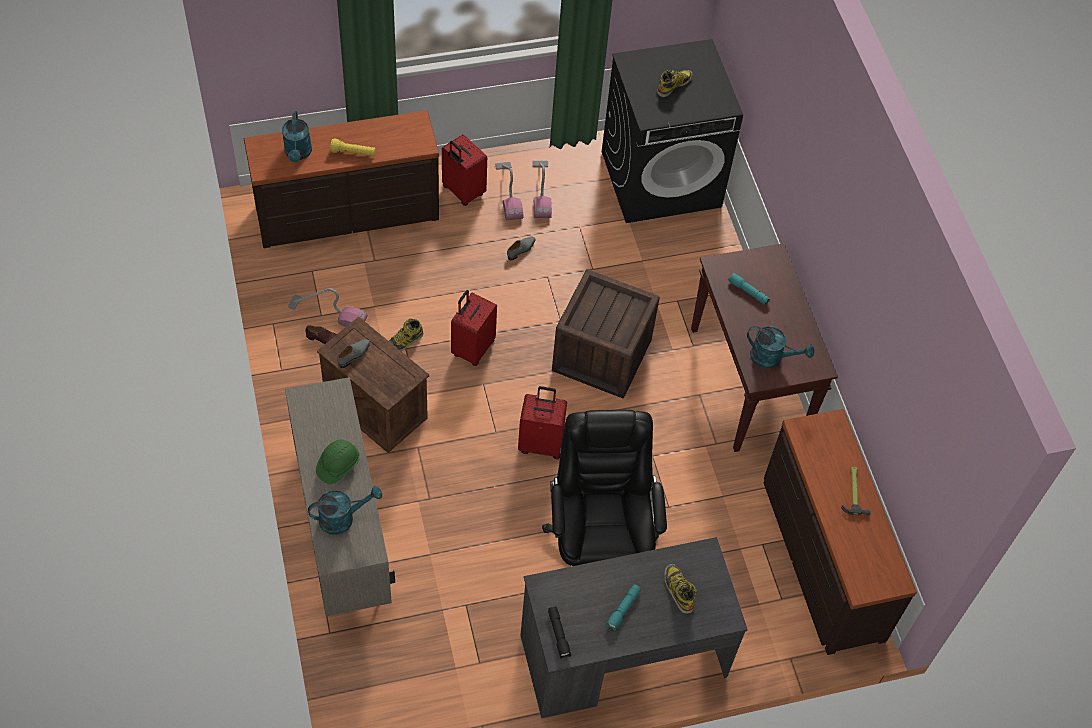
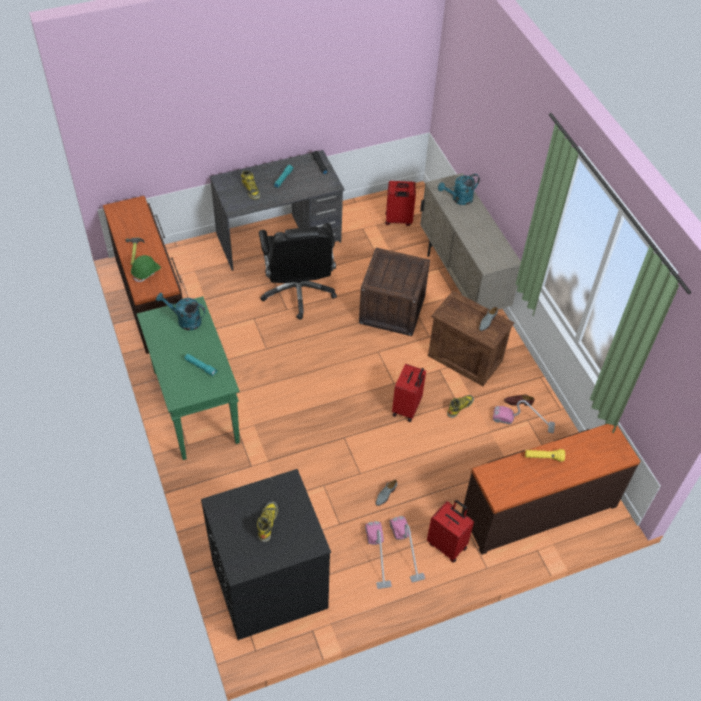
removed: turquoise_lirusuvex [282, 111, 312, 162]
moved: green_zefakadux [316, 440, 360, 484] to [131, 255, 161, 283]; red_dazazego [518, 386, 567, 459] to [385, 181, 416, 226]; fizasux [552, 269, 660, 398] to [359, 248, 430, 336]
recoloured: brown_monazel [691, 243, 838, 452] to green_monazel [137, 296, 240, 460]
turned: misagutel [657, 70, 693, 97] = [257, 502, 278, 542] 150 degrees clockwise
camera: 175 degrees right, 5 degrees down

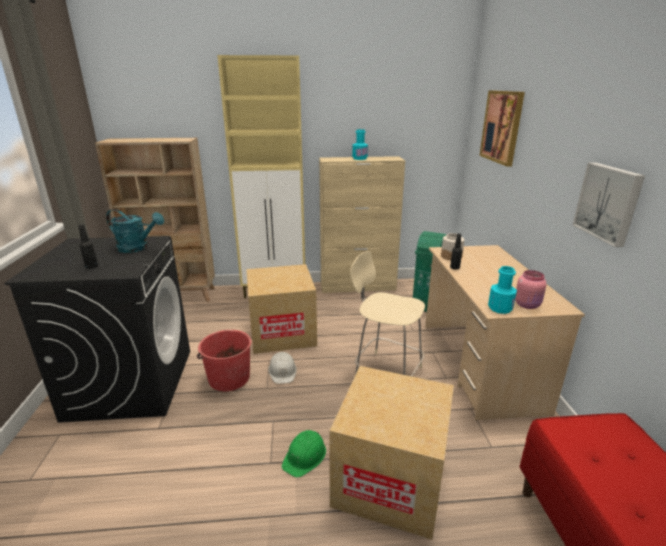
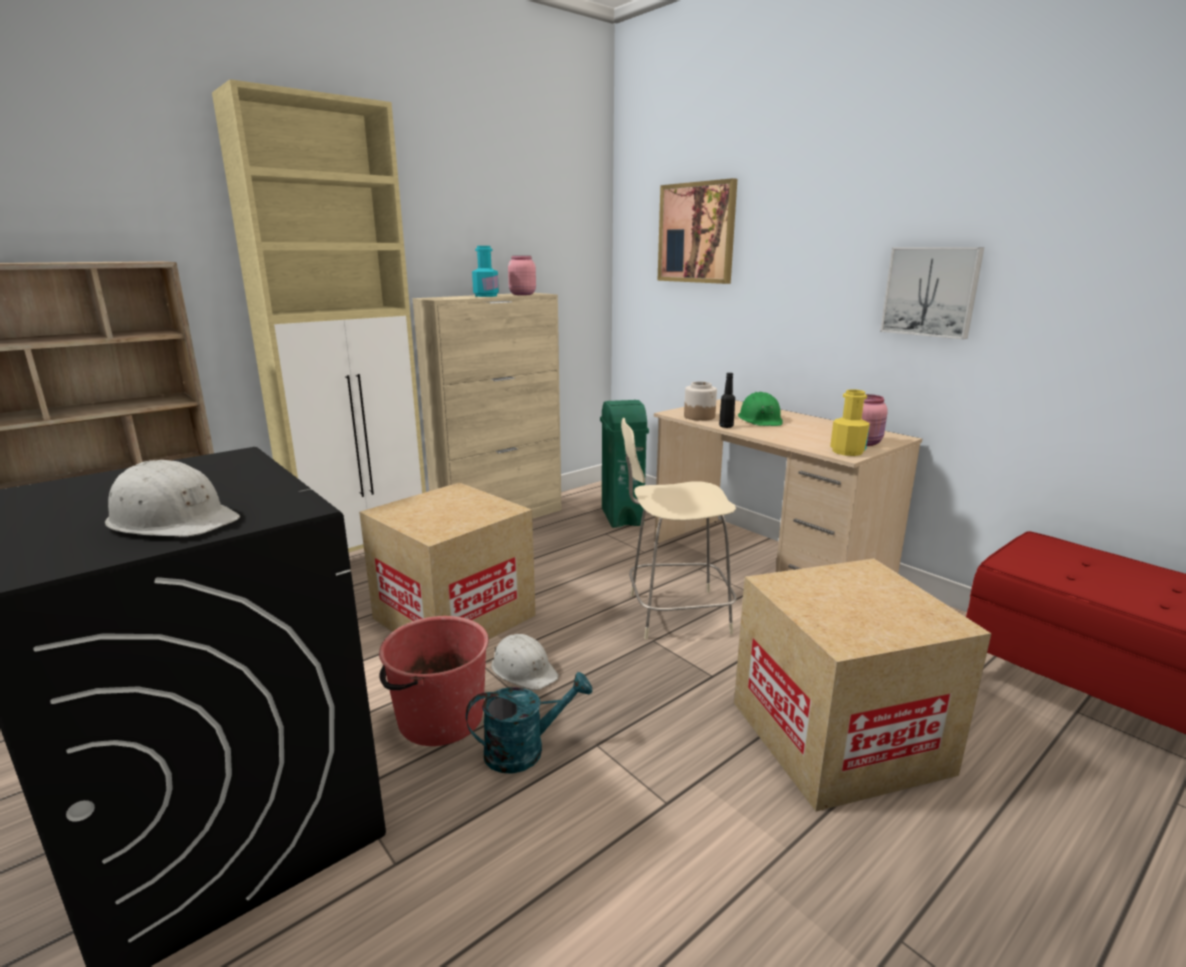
added: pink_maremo [508, 256, 536, 295]
moved: turquoise_lirusuvex [106, 209, 164, 253] to [466, 672, 592, 774]; green_zefakadux [282, 430, 326, 478] to [738, 392, 783, 426]
replaced: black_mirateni [78, 224, 98, 269] to white_zefakadux [105, 460, 240, 537]
recoloured: turquoise_mirateni [488, 266, 517, 314] to yellow_mirateni [830, 389, 870, 456]
camera: 35 degrees left, 5 degrees down

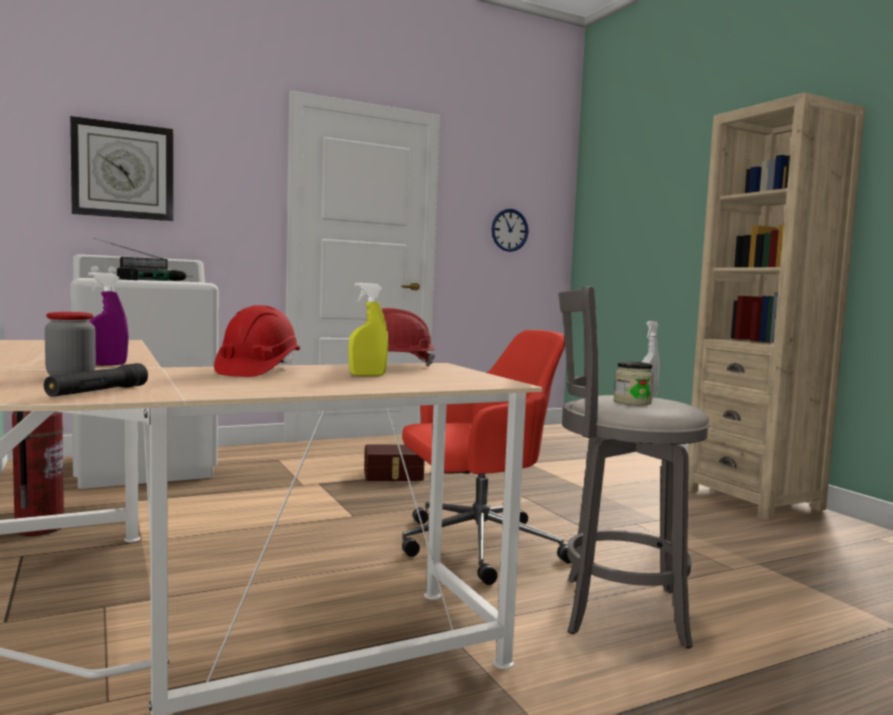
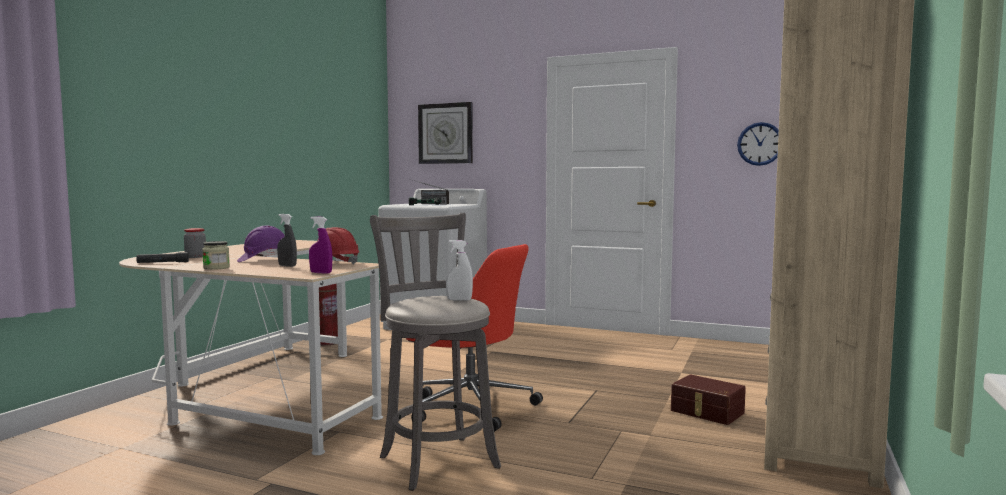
moved: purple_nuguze [88, 272, 129, 365] to [309, 216, 333, 274]; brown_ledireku [364, 445, 425, 481] to [671, 374, 746, 425]; maremo [614, 362, 654, 405] to [202, 241, 230, 270]
recoloured: red_zefakadux [214, 305, 300, 377] to purple_zefakadux [237, 226, 285, 262]; yellow_nuguze [348, 283, 388, 376] to grey_nuguze [277, 214, 297, 267]
camera: 50 degrees right, 0 degrees up

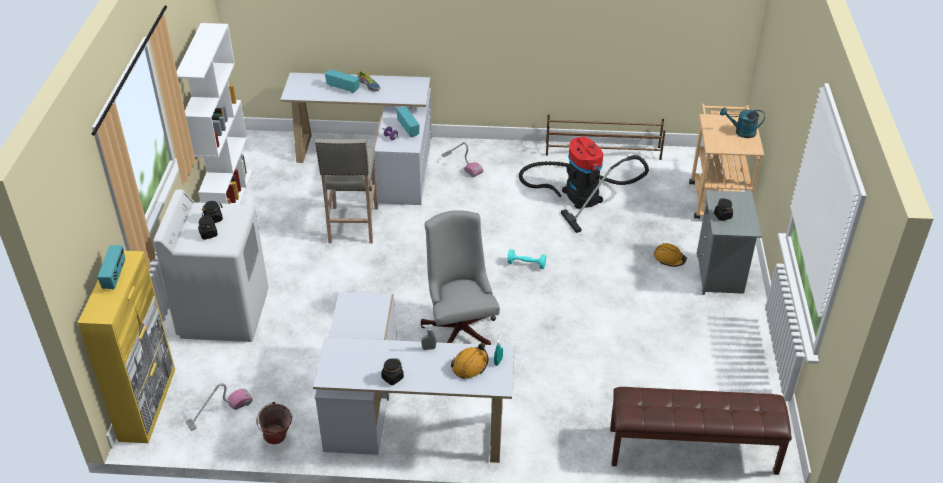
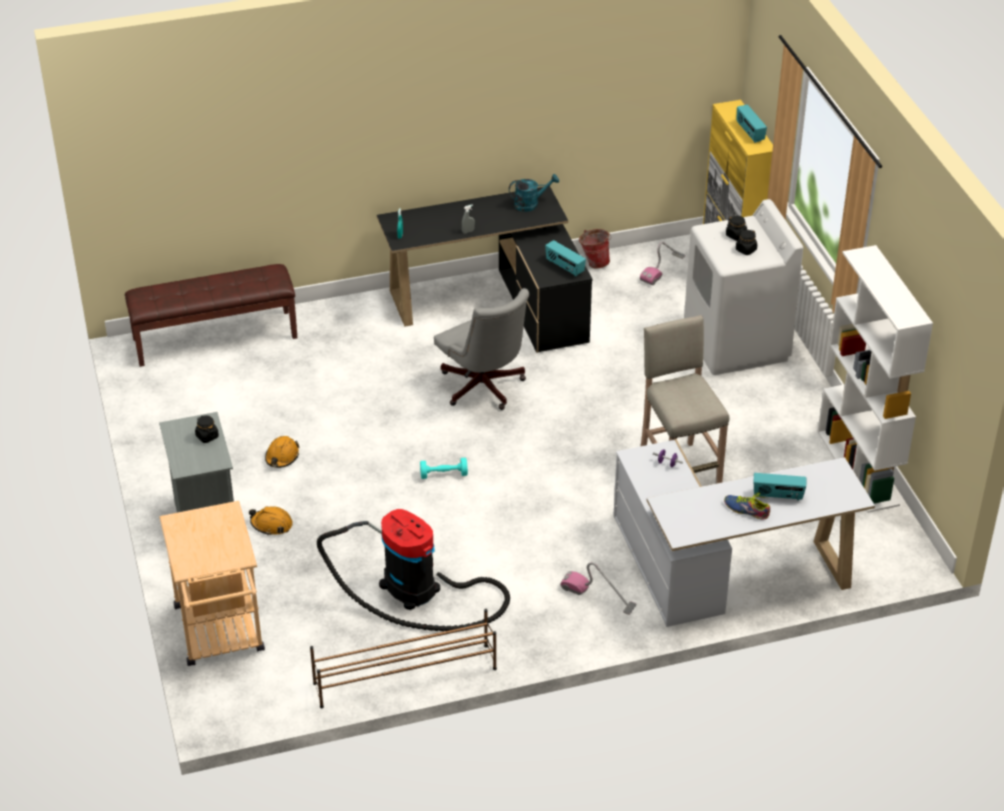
removed: black_maremo [381, 358, 404, 385]
moved: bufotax [396, 106, 419, 137] to [545, 240, 586, 277]; orange_zefakadux [451, 343, 489, 379] to [265, 436, 300, 468]; turquoise_lirusuvex [720, 108, 765, 138] to [509, 174, 559, 212]
recoloured: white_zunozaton [313, 292, 514, 463] to black_zunozaton [377, 186, 593, 353]
camera: 160 degrees right, 0 degrees up

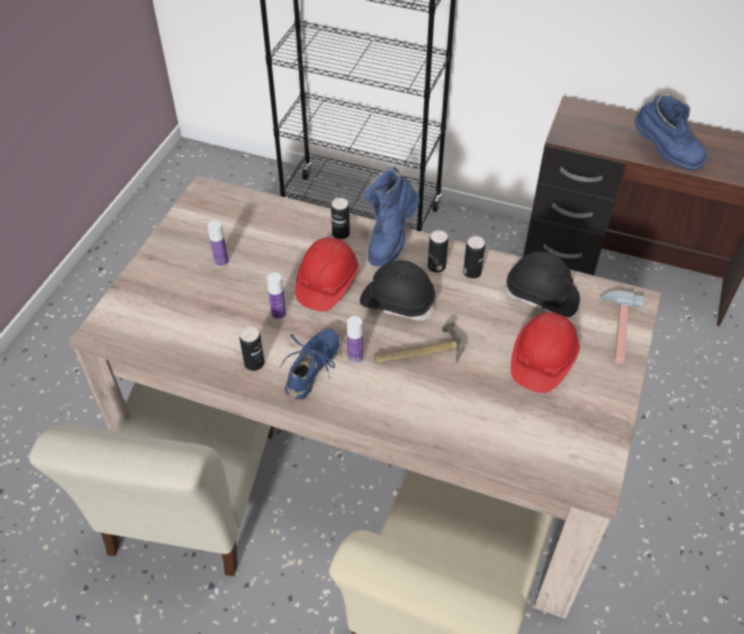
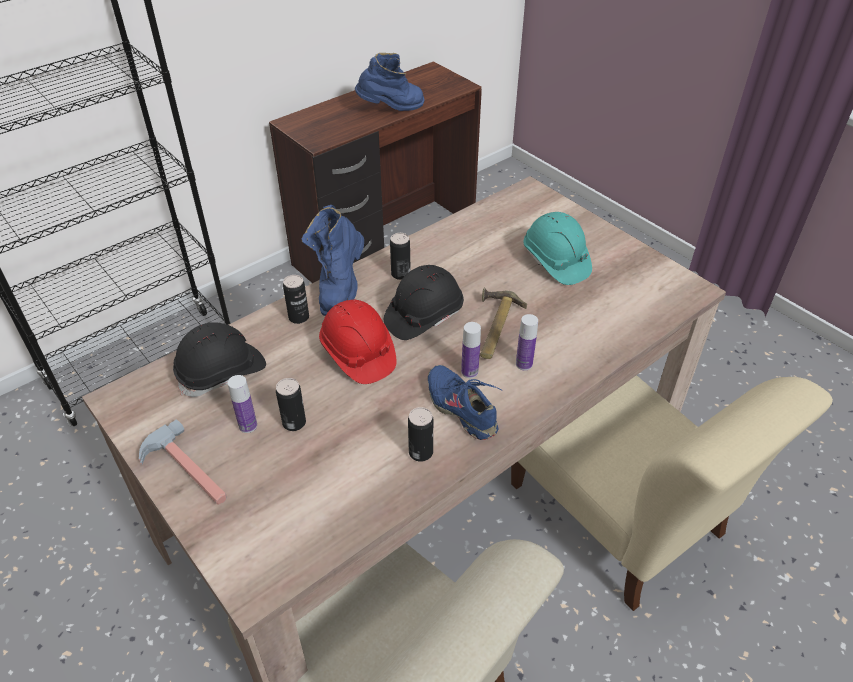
moved: mirateni [267, 272, 286, 320] to [516, 314, 538, 370]; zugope [463, 236, 485, 279] to [276, 378, 306, 431]; black_zefakadux [504, 252, 580, 317] to [173, 322, 266, 397]; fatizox [599, 290, 644, 364] to [139, 419, 227, 505]
recoloured: red_zefakadux [511, 312, 580, 393] to turquoise_zefakadux [524, 212, 592, 285]
turned: blue_misagutel [362, 167, 420, 267] = [302, 205, 364, 316] 45 degrees clockwise
camera: 60 degrees left, 5 degrees down

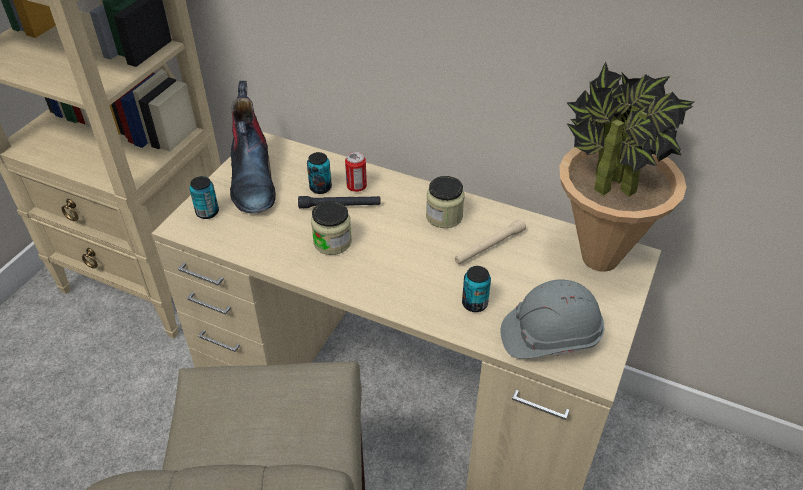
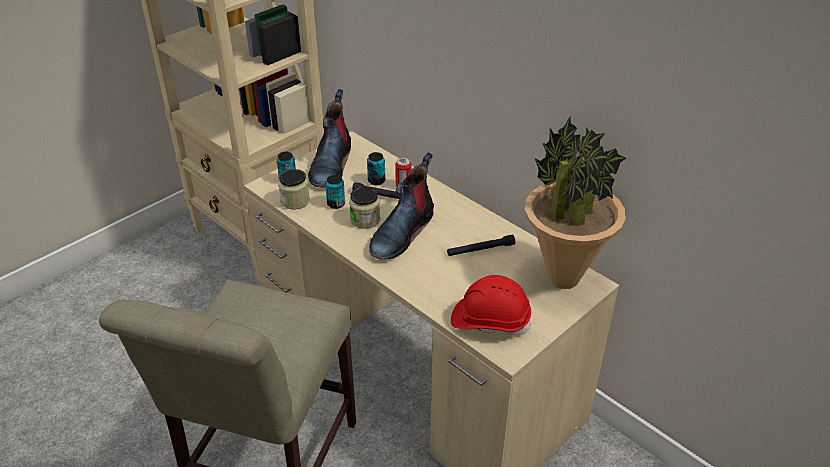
added: misagutel [369, 152, 434, 260]
moved: maremo [426, 176, 465, 228] to [278, 169, 310, 210]; zugope [462, 266, 491, 312] to [325, 175, 345, 209]
recoloured: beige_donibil [455, 219, 526, 264] to black_donibil [447, 235, 515, 256]; grey_zefakadux [501, 279, 604, 359] to red_zefakadux [451, 275, 531, 336]
camera: 20 degrees right, 5 degrees down

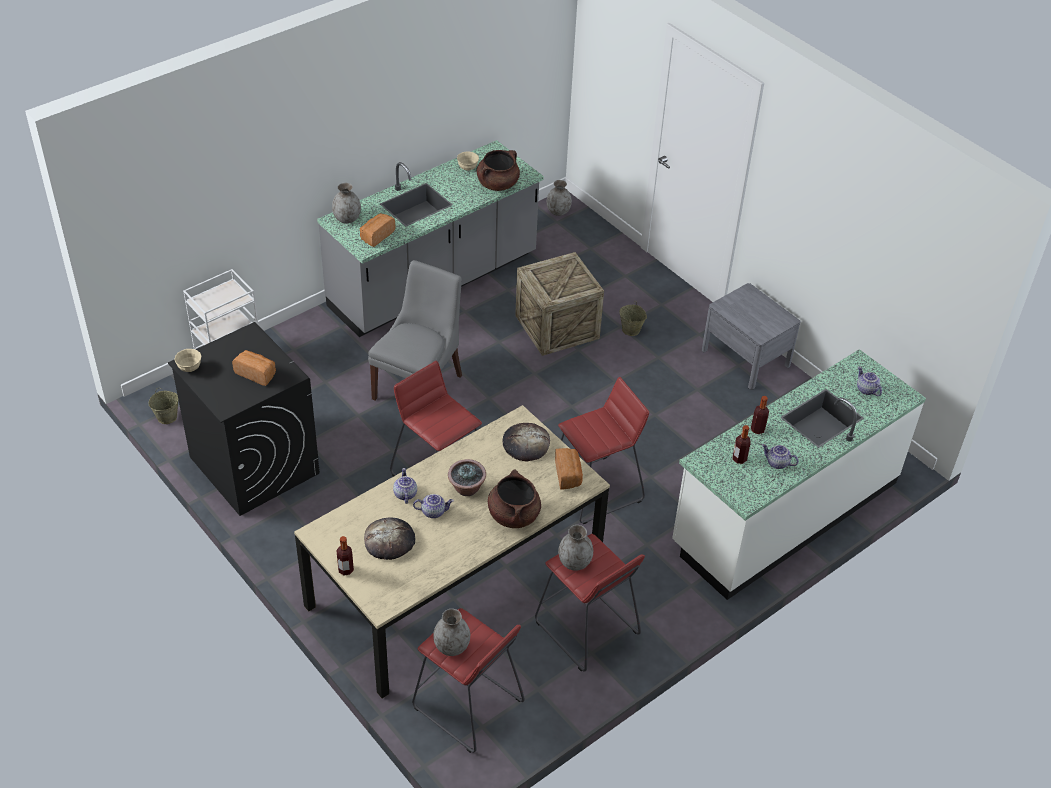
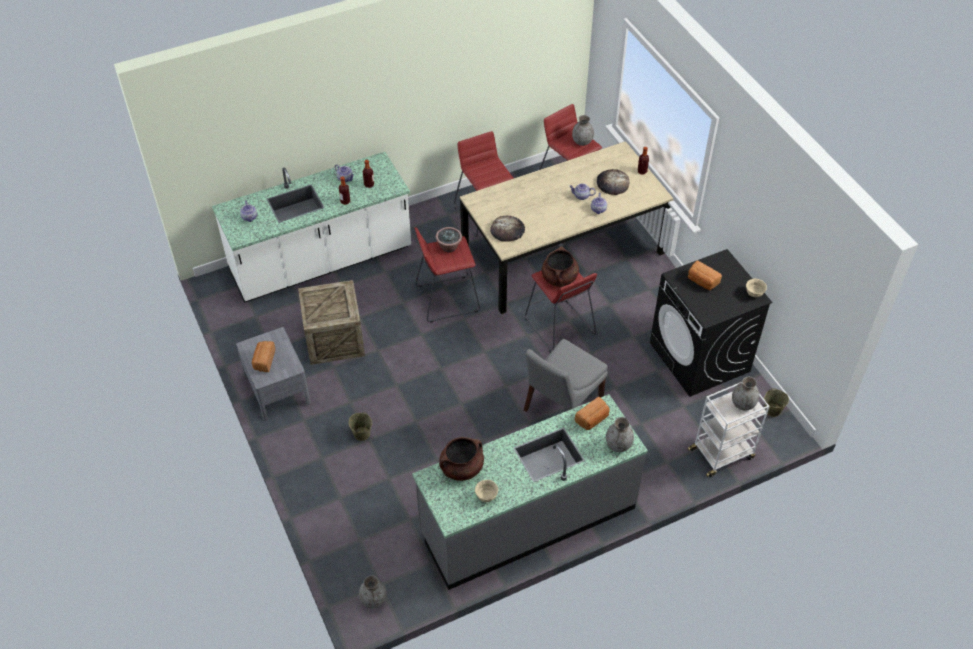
moved: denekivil [448, 459, 486, 496] to [436, 227, 462, 253]; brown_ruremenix [488, 469, 541, 528] to [542, 246, 579, 287]; fizasux [515, 252, 604, 356] to [298, 280, 365, 365]; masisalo [555, 448, 583, 490] to [252, 341, 275, 372]; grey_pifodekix [558, 525, 593, 571] to [732, 377, 759, 411]
camera: 165 degrees left, 5 degrees up

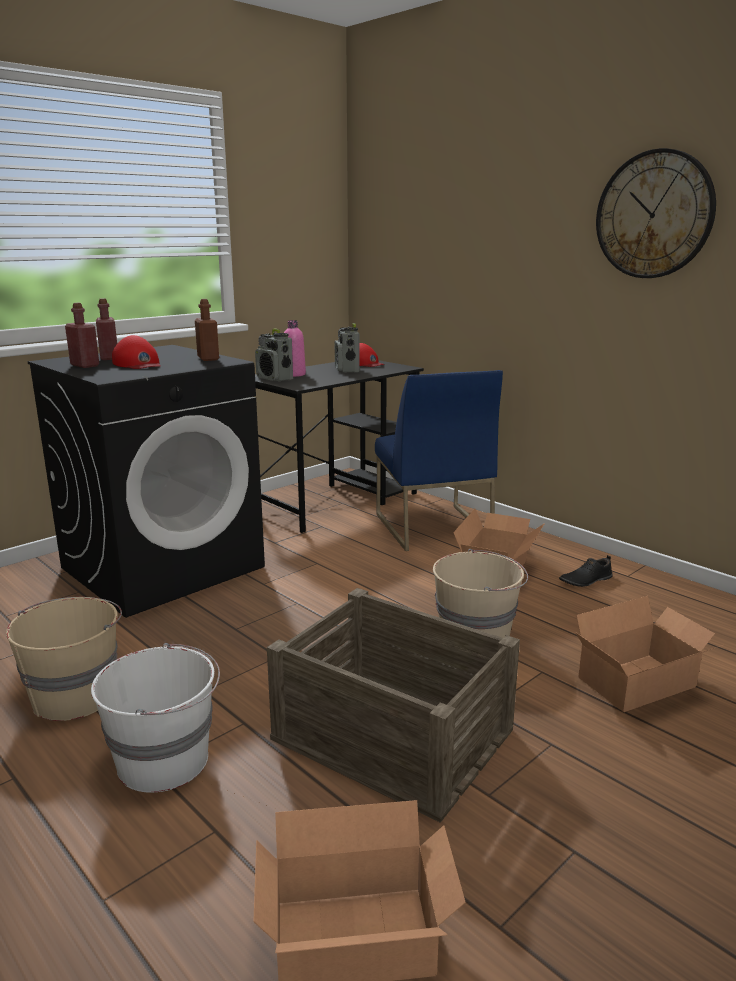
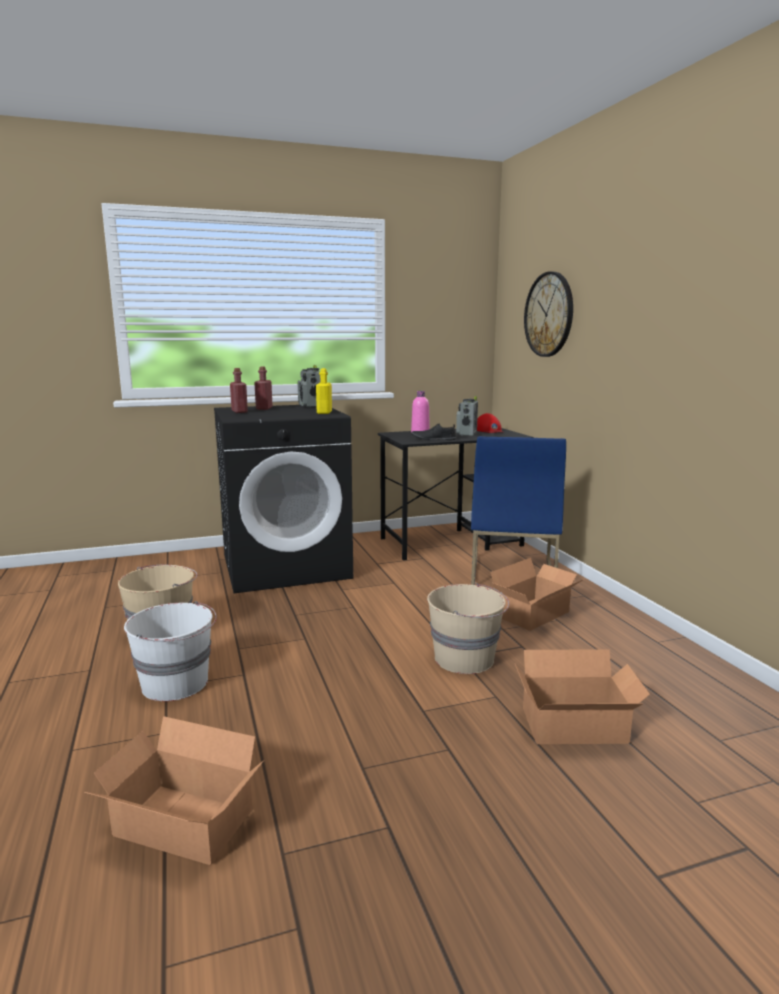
removed: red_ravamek [112, 335, 161, 369]; fizasux [267, 588, 520, 823]
moved: bufotax [255, 328, 293, 382] to [298, 365, 321, 407]; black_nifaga [559, 555, 613, 587] to [411, 424, 456, 440]; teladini [596, 148, 716, 278] to [524, 272, 573, 357]
recoloured: brown_mirateni [195, 299, 219, 361] to yellow_mirateni [316, 368, 332, 414]
camera: 25 degrees right, 5 degrees down

